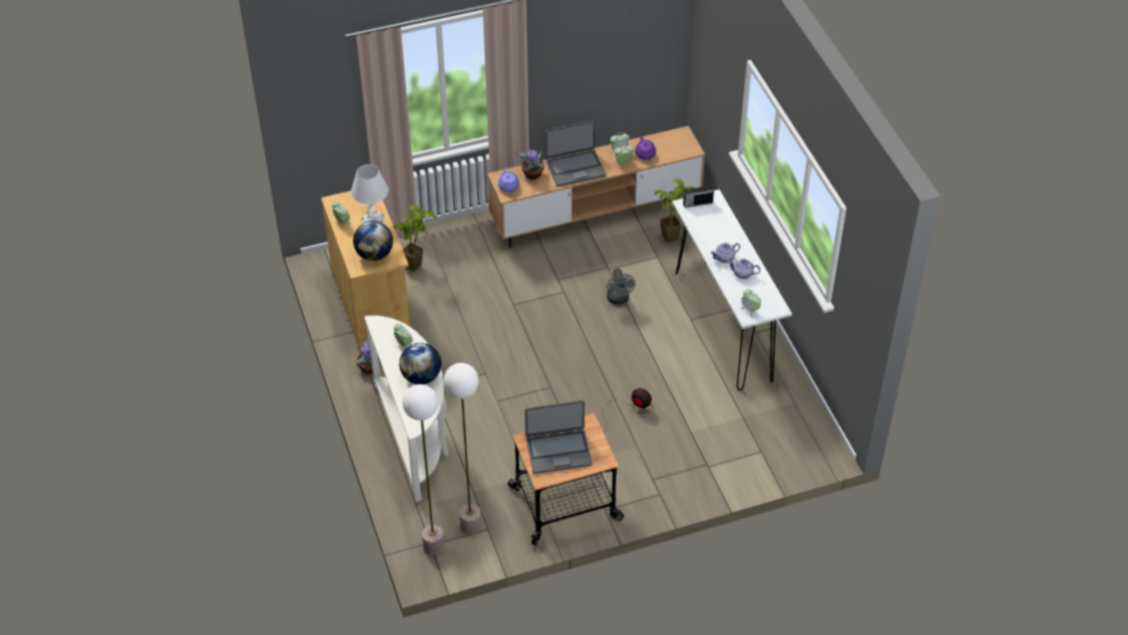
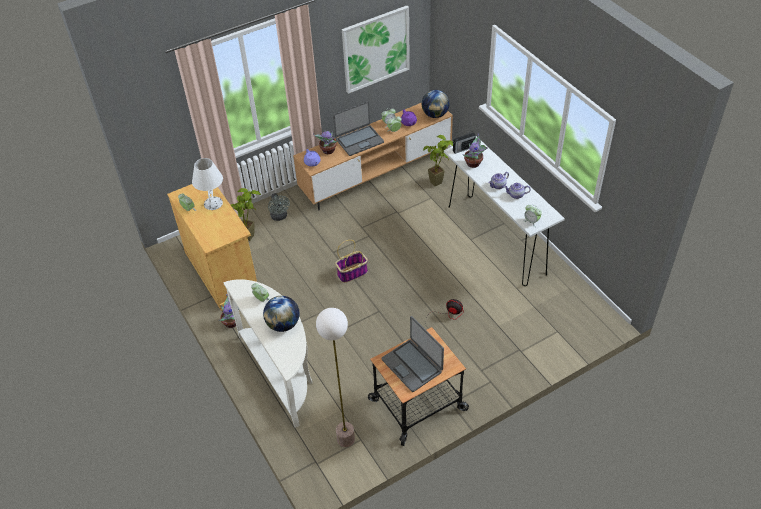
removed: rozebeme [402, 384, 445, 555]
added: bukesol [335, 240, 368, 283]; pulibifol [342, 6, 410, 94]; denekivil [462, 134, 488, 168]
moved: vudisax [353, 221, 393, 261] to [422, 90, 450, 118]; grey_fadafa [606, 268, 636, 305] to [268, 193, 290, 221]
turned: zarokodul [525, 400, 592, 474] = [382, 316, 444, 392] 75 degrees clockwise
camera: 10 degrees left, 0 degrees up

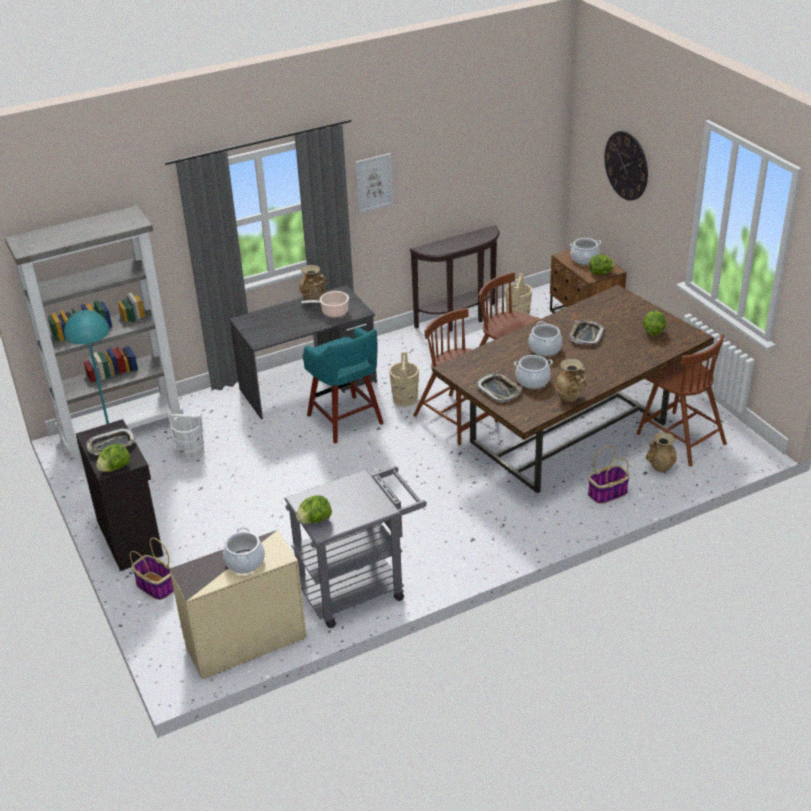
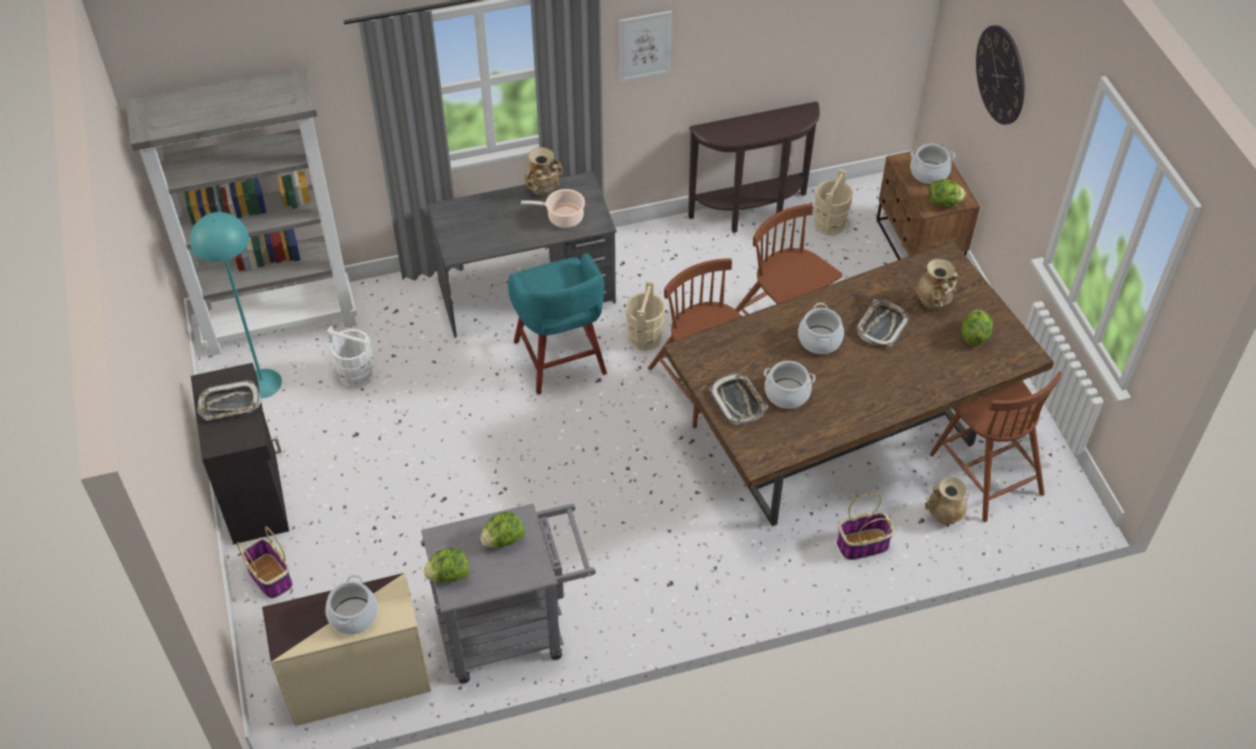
moved: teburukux [96, 444, 130, 472] to [480, 512, 525, 548]; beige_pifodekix [555, 359, 587, 403] to [916, 259, 958, 310]
camera: 10 degrees right, 15 degrees up

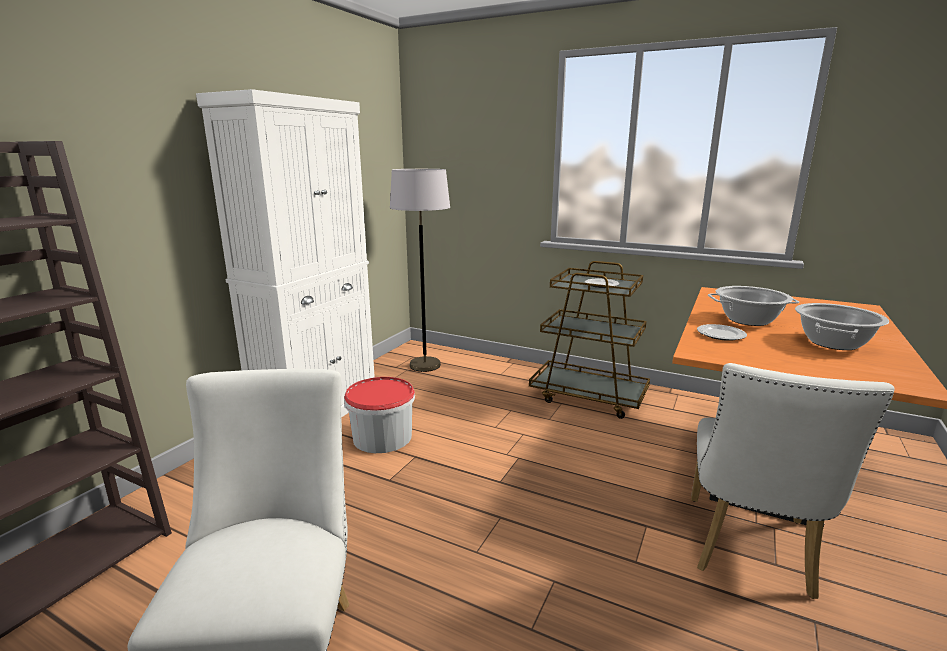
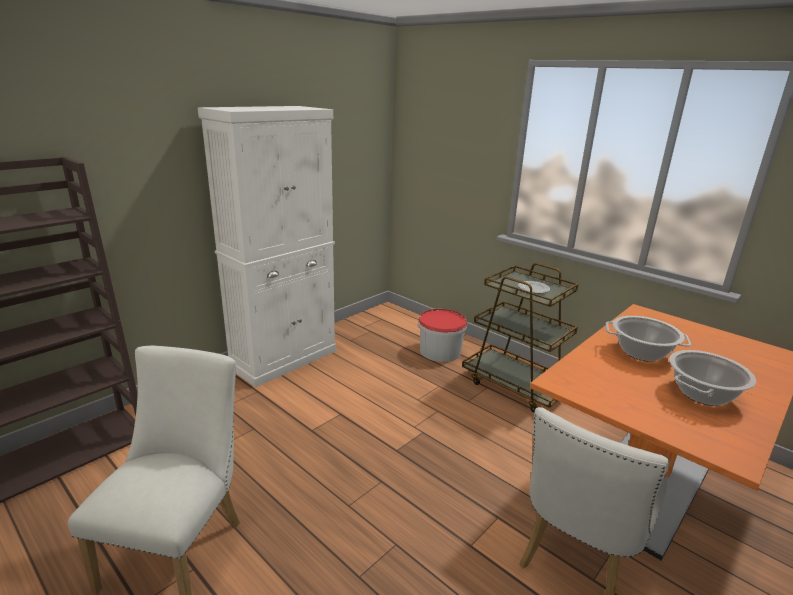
removed: grey_rozebeme [390, 169, 450, 372]; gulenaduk [697, 324, 747, 341]
moved: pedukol [344, 377, 415, 453] to [418, 309, 467, 362]
camera: 15 degrees right, 5 degrees up

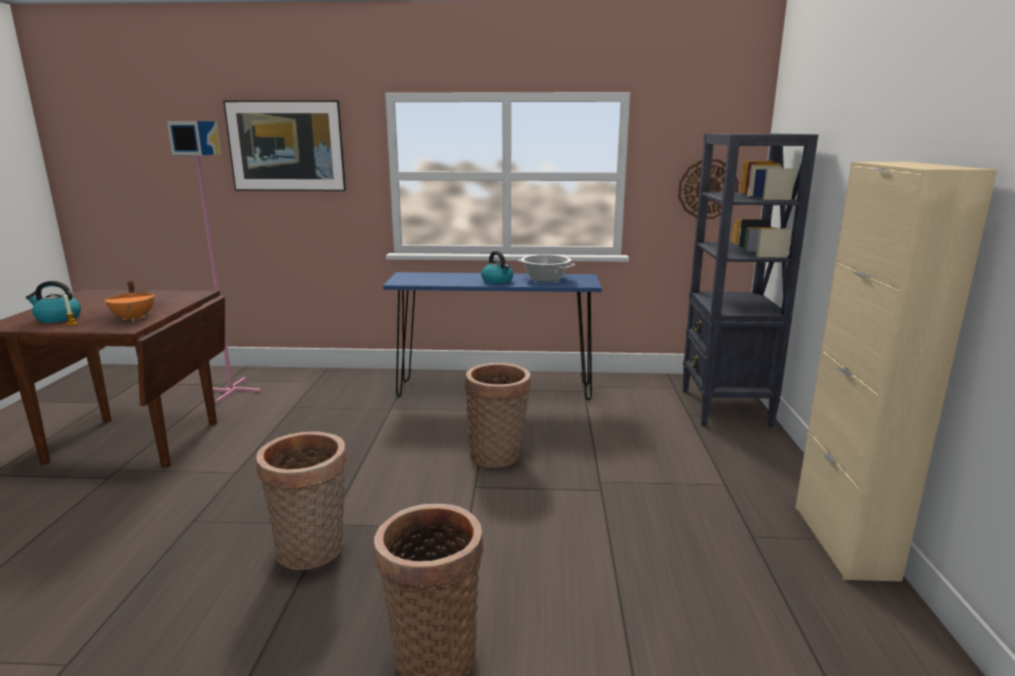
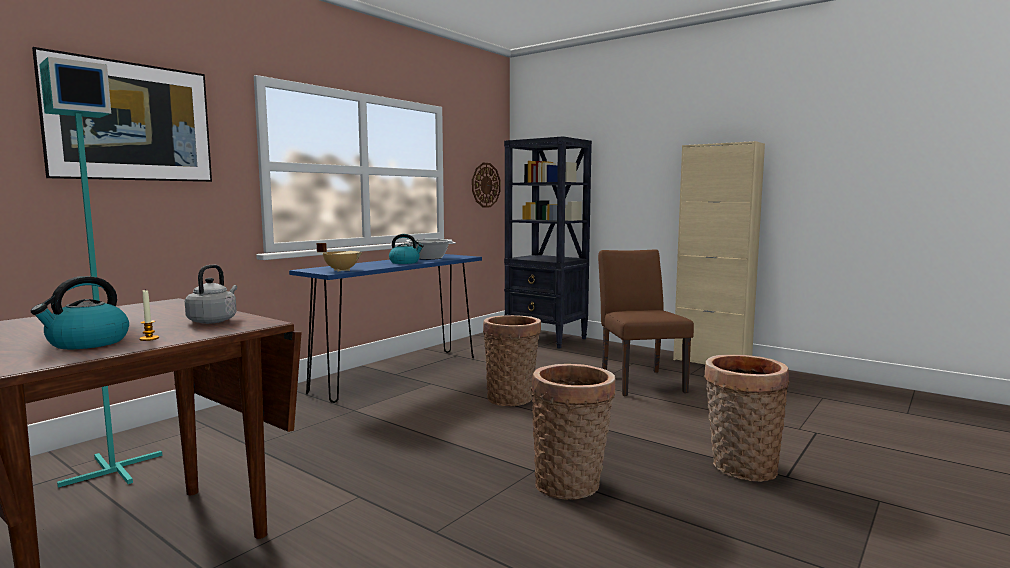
added: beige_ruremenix [317, 243, 362, 272]; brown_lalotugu [598, 249, 694, 396]
replaced: orange_ruremenix [105, 281, 155, 321] to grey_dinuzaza [185, 265, 237, 324]
recoloured: pink_rozebeme [167, 121, 261, 403] to turquoise_rozebeme [39, 57, 162, 488]
camera: 55 degrees left, 10 degrees down

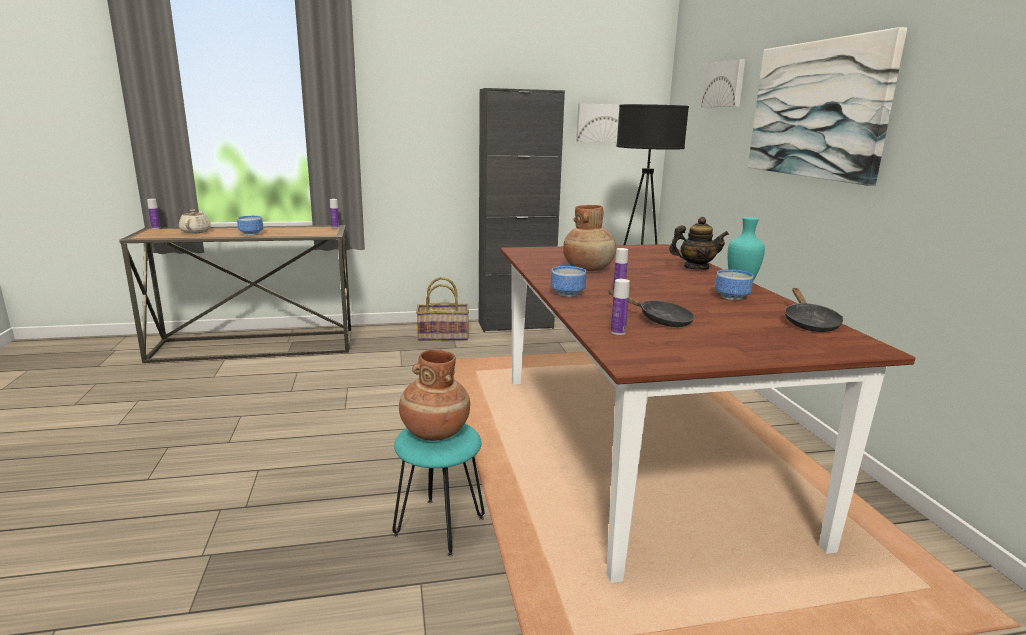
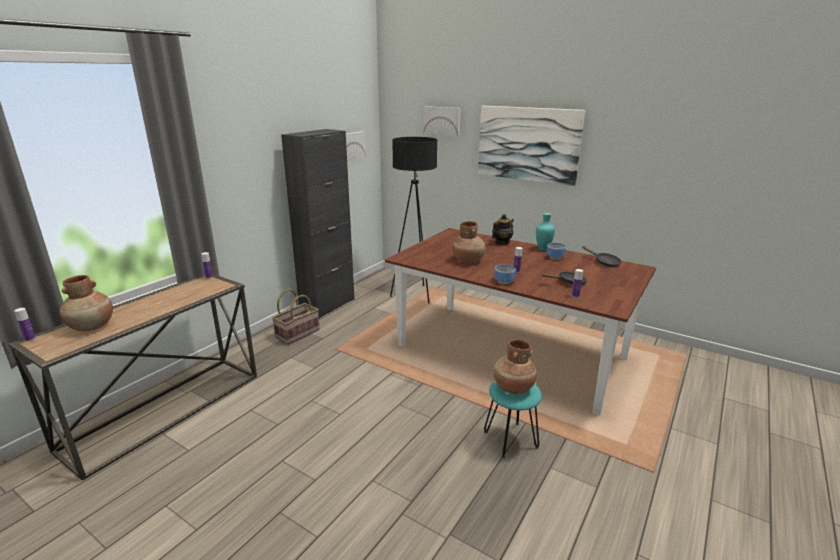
removed: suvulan [237, 216, 263, 235]
replaced: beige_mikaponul [179, 210, 211, 234] to brown_pifodekix [60, 275, 113, 331]
camera: 45 degrees left, 5 degrees up

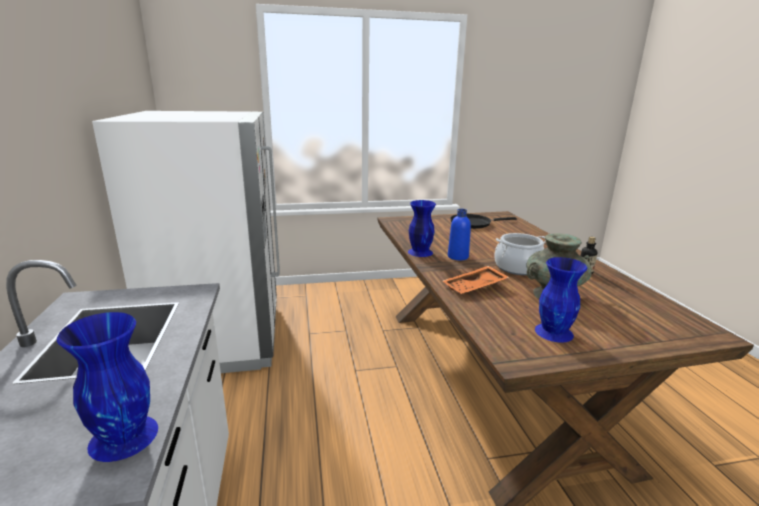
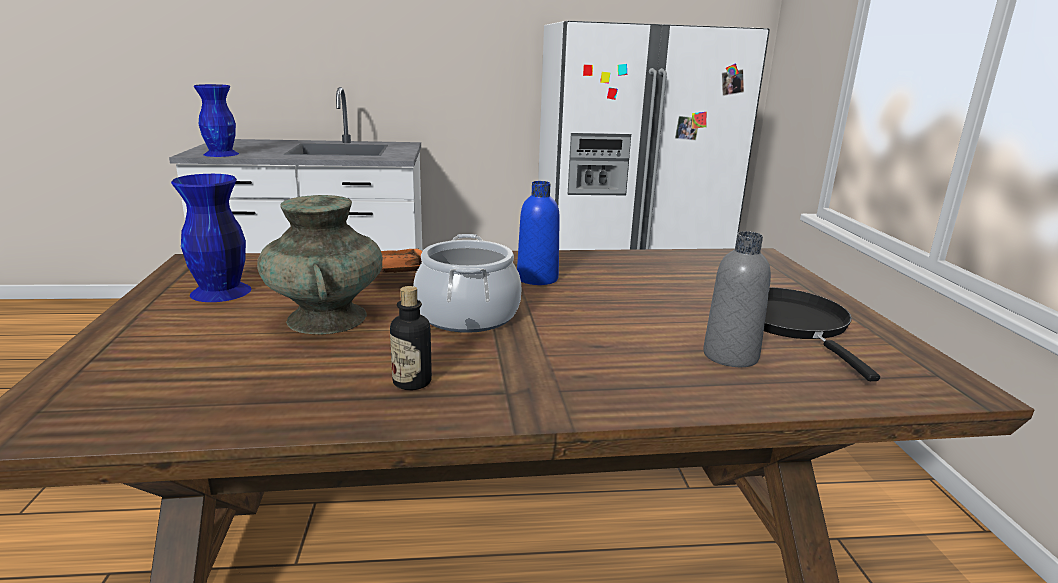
removed: blue_pifodekix [408, 200, 436, 257]
added: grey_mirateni [703, 231, 771, 367]
camera: 95 degrees right, 0 degrees up

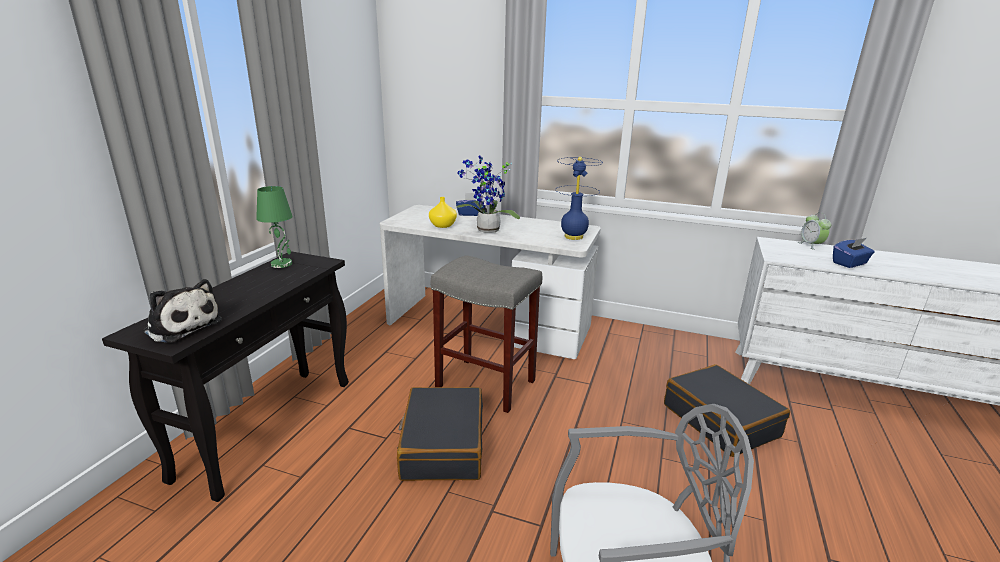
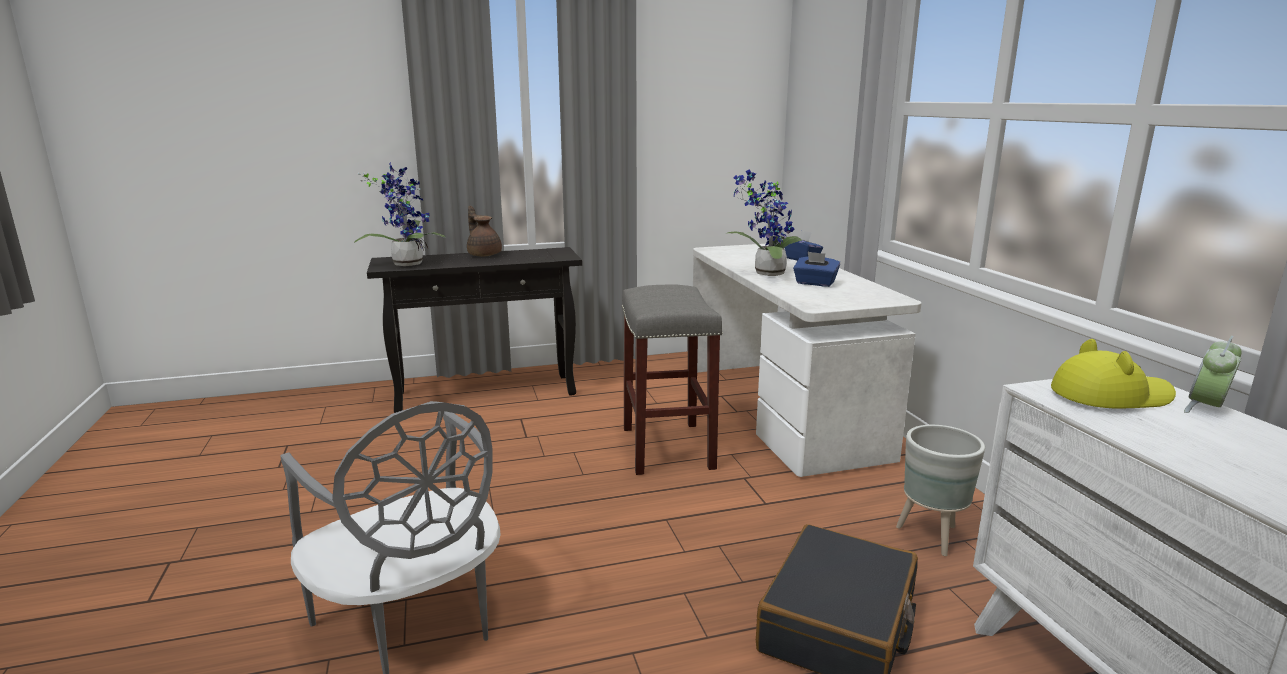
removed: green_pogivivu [256, 186, 293, 268]; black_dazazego [397, 387, 483, 481]; yellow_pifodekix [429, 197, 457, 228]; blue_pogivivu [555, 157, 603, 240]
added: brown_mikaponul [467, 206, 502, 256]; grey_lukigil [896, 425, 985, 556]; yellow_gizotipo [1051, 339, 1176, 408]
moved: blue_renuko [833, 238, 875, 268] to [793, 252, 840, 287]
replaced: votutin [143, 279, 222, 343] to denekivil [354, 165, 446, 266]
camera: 55 degrees right, 5 degrees down

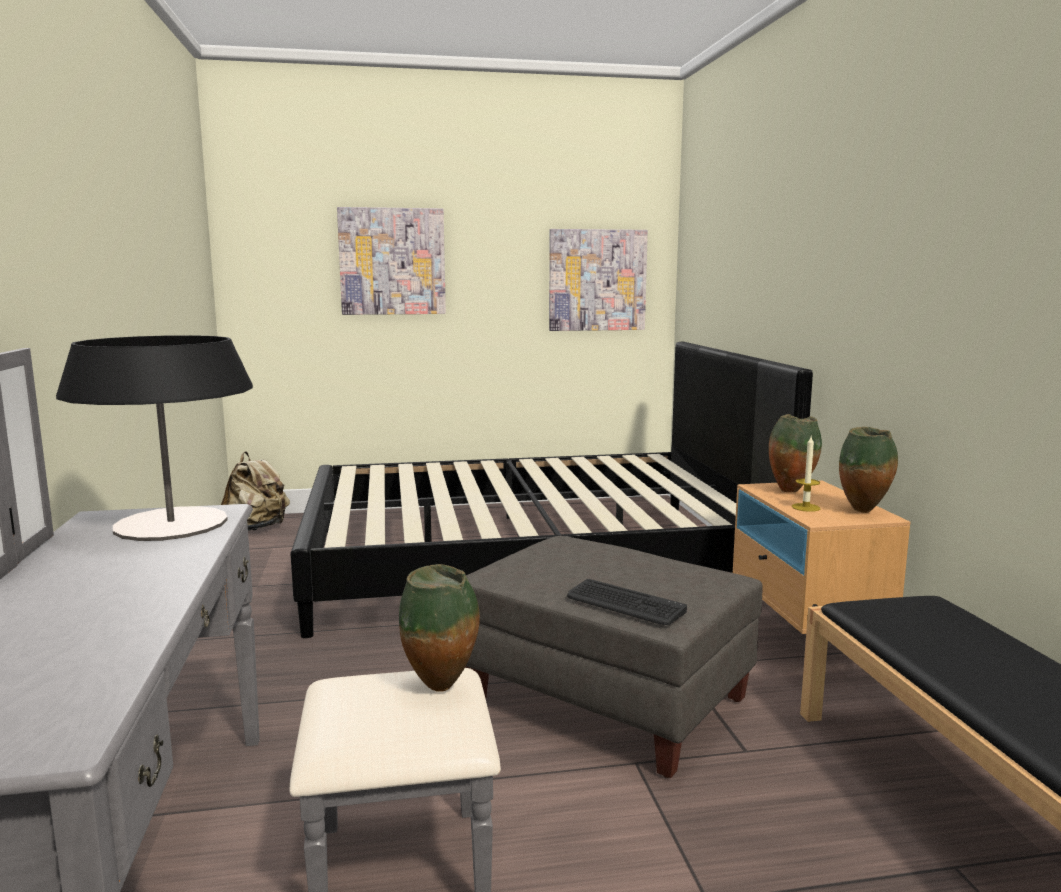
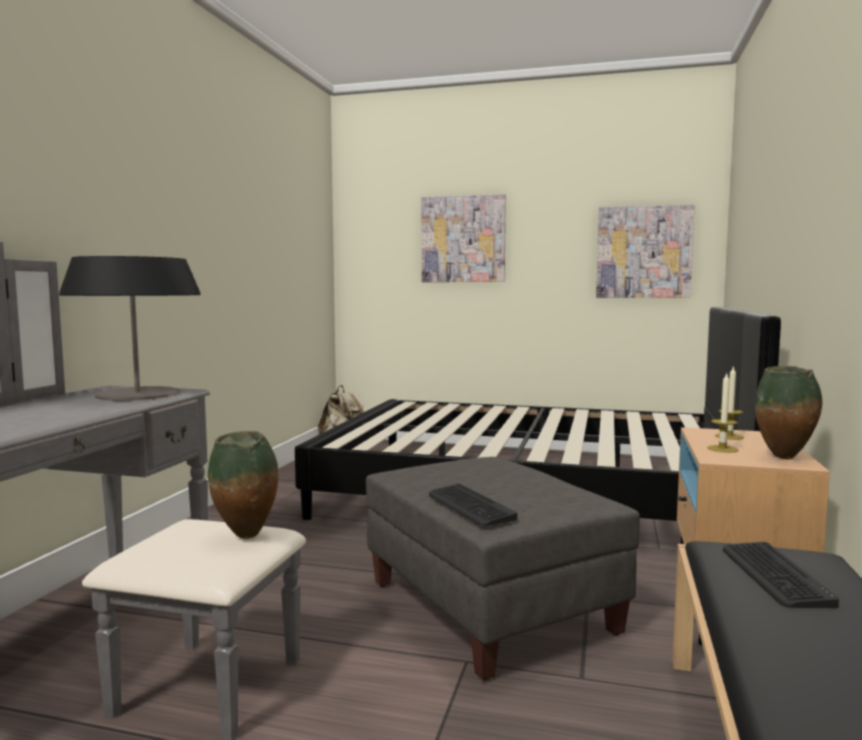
added: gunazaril [723, 542, 839, 608]
replaced: pifodekix [769, 414, 822, 492] to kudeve [715, 367, 744, 440]
camera: 25 degrees right, 5 degrees down

